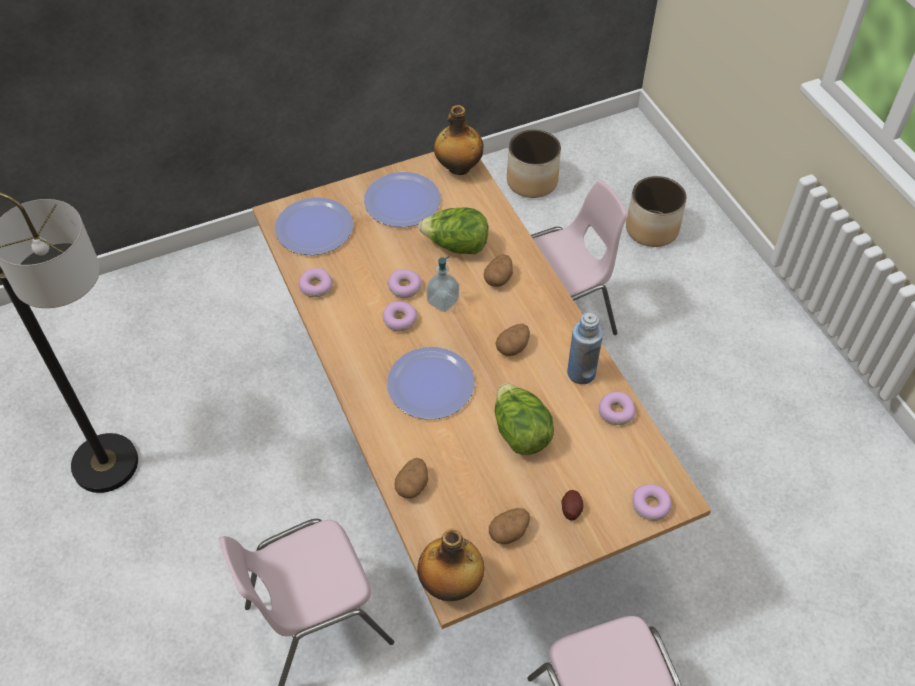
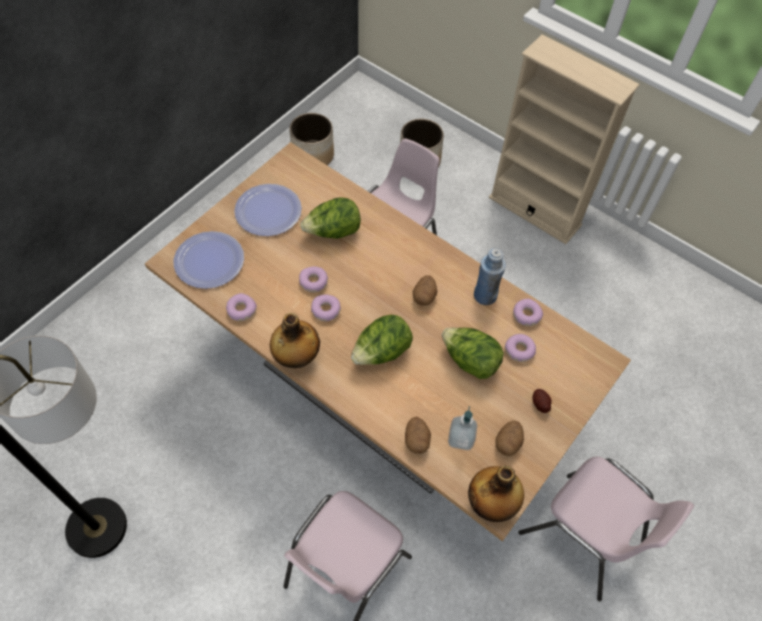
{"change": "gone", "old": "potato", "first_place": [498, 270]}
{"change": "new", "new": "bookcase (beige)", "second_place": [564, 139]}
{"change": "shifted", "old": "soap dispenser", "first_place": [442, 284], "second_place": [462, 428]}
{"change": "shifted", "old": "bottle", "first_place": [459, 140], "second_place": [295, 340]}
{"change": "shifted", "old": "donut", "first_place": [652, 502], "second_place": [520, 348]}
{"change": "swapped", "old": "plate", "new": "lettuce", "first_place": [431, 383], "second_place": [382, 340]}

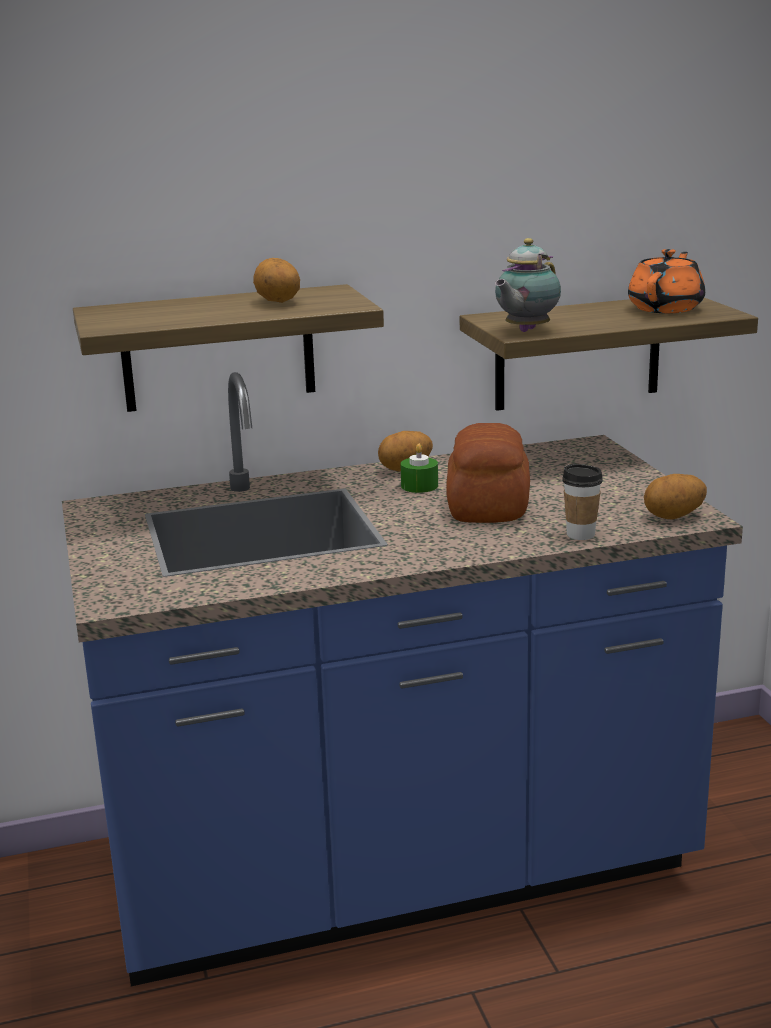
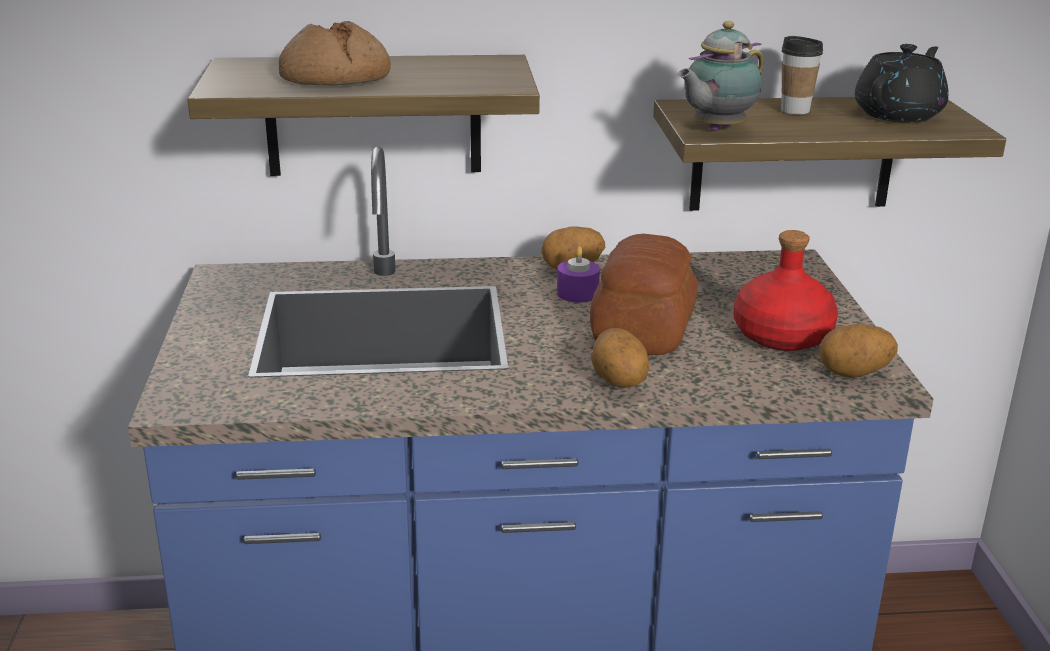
{"change": "new", "new": "bread", "second_place": [335, 53]}
{"change": "new", "new": "bottle (red)", "second_place": [786, 290]}
{"change": "shifted", "old": "potato", "first_place": [276, 280], "second_place": [620, 358]}
{"change": "shifted", "old": "cup", "first_place": [582, 502], "second_place": [802, 75]}
{"change": "repainted", "old": "candle (green)", "new": "candle (purple)", "first_place": [419, 468], "second_place": [578, 274]}
{"change": "repainted", "old": "teapot (orange)", "new": "teapot (black)", "first_place": [666, 281], "second_place": [902, 83]}

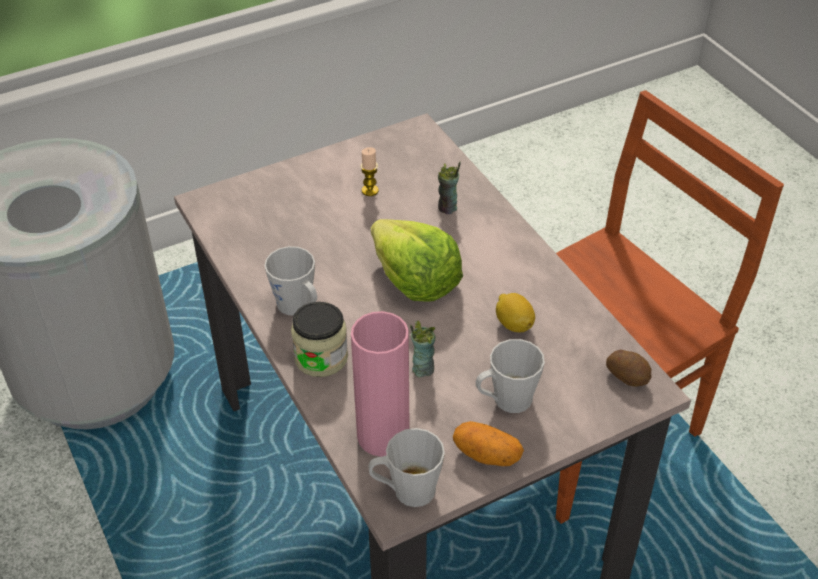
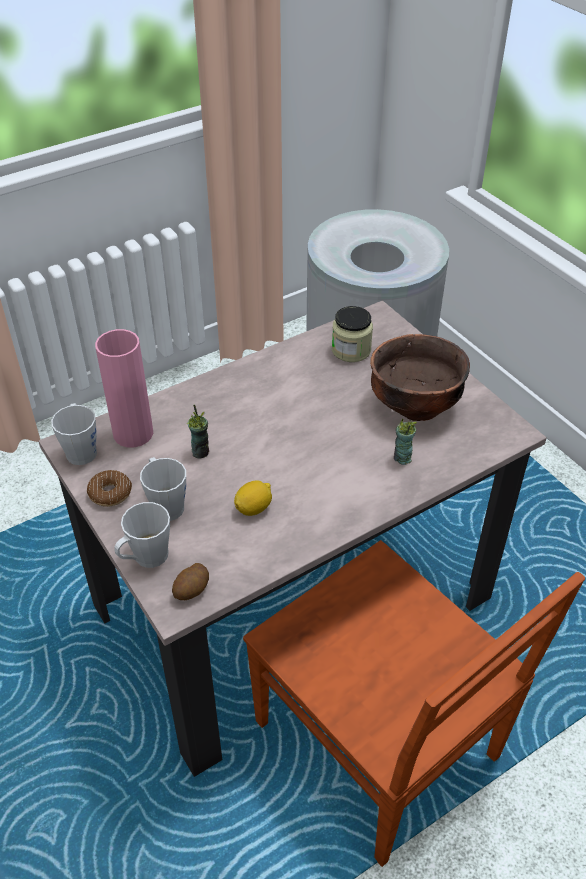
{"change": "gone", "old": "lettuce", "first_place": [417, 260]}
{"change": "shifted", "old": "mug (grey)", "first_place": [290, 280], "second_place": [142, 535]}
{"change": "shifted", "old": "jar", "first_place": [319, 339], "second_place": [352, 334]}
{"change": "swapped", "old": "candle", "new": "bowl (brown)", "first_place": [369, 171], "second_place": [420, 377]}
{"change": "swapped", "old": "potato", "new": "donut", "first_place": [488, 443], "second_place": [109, 488]}

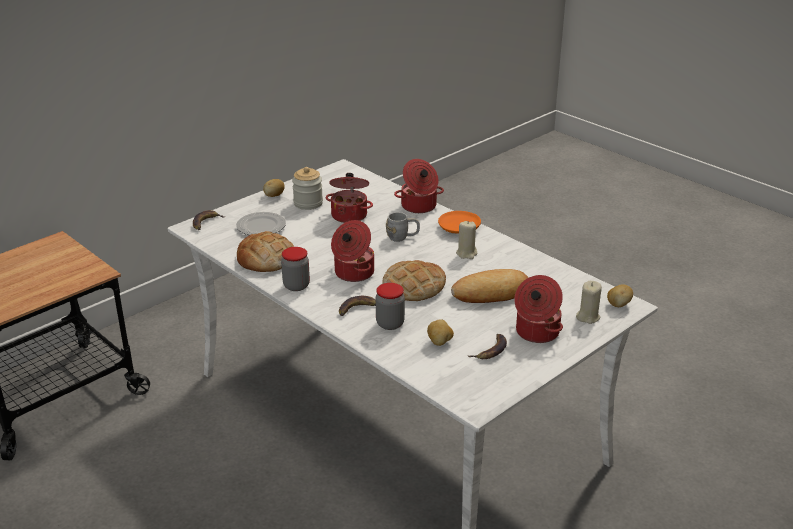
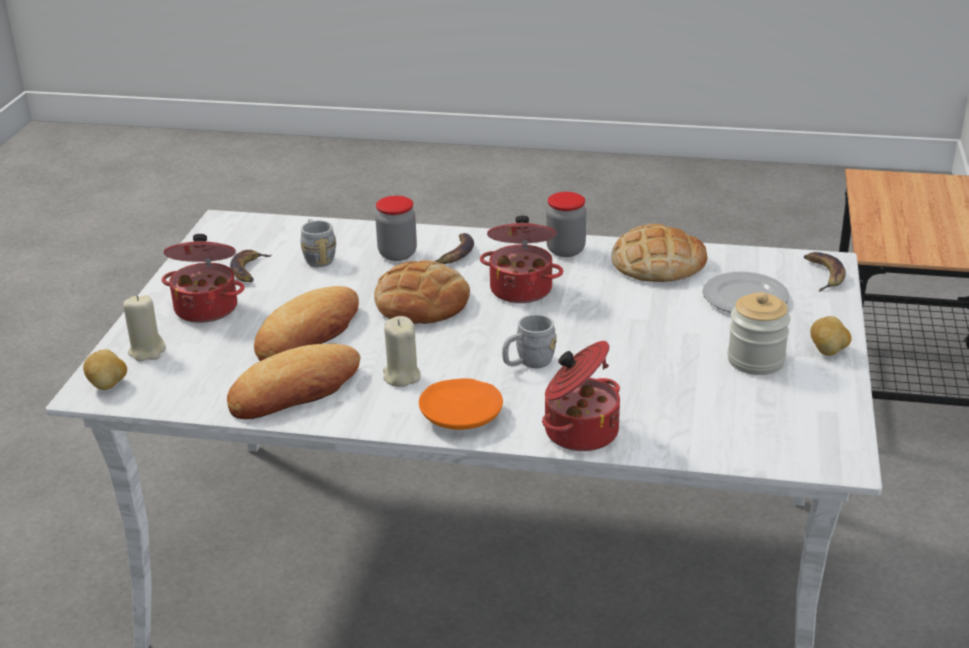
{"change": "gone", "old": "cooking pot", "first_place": [349, 198]}
{"change": "new", "new": "bread", "second_place": [294, 381]}
{"change": "swapped", "old": "potato", "new": "mug (grey)", "first_place": [440, 332], "second_place": [318, 243]}

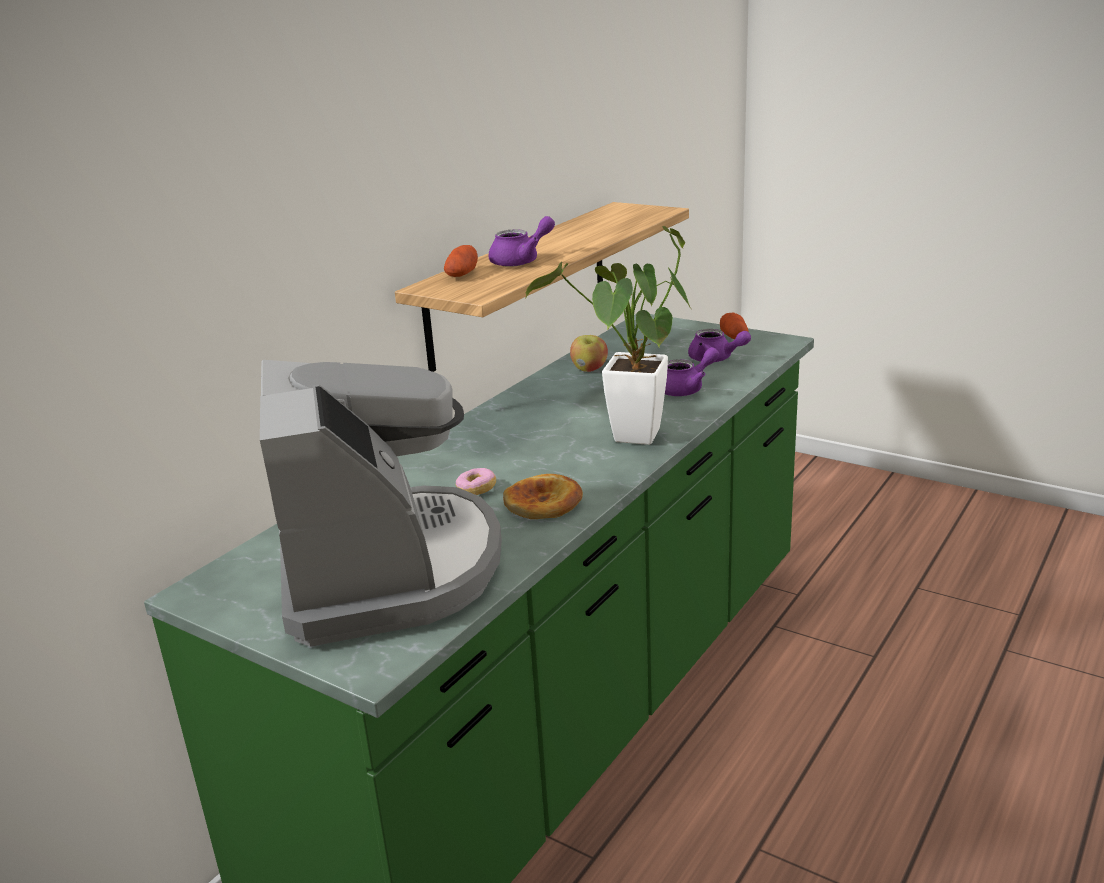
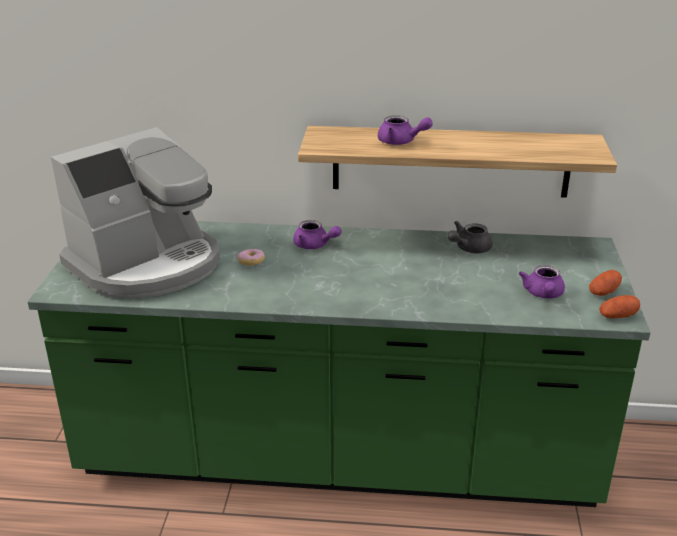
{"change": "gone", "old": "bread", "first_place": [543, 496]}
{"change": "gone", "old": "potted plant", "first_place": [608, 335]}
{"change": "shifted", "old": "potato", "first_place": [461, 261], "second_place": [619, 306]}
{"change": "shifted", "old": "teapot (purple)", "first_place": [692, 371], "second_place": [317, 234]}
{"change": "swapped", "old": "apple", "new": "teapot (grey)", "first_place": [589, 353], "second_place": [469, 237]}

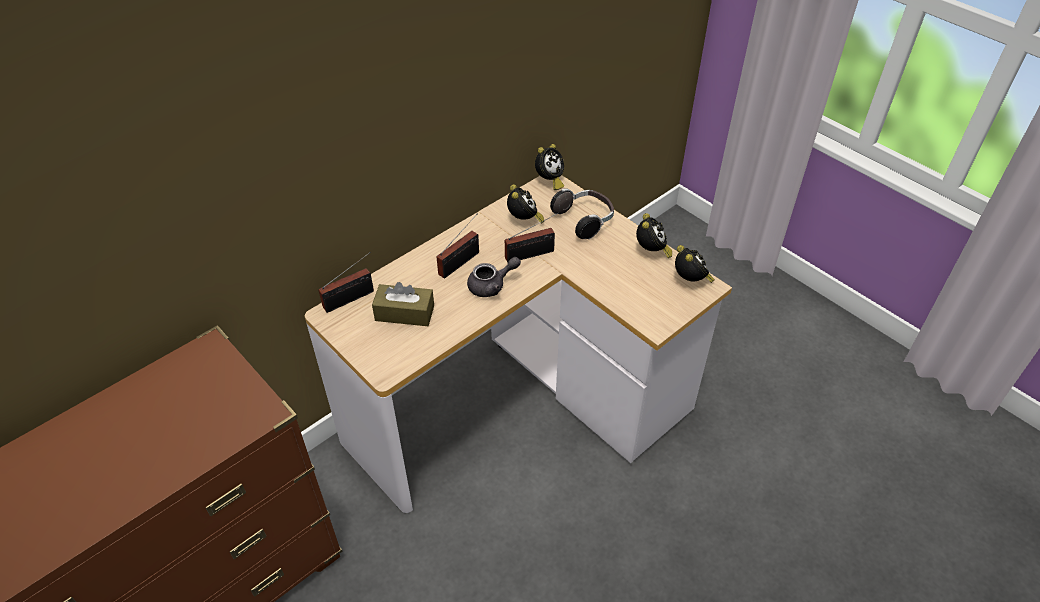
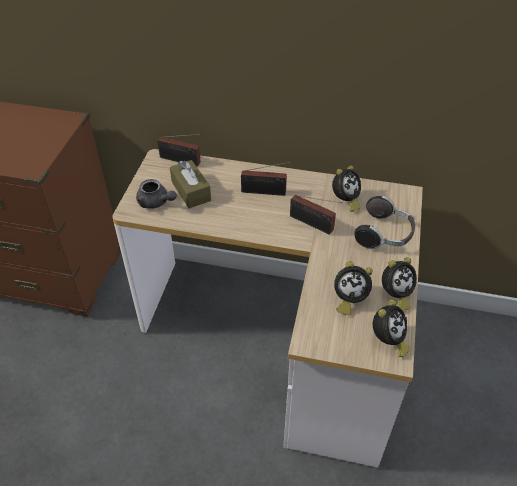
{"change": "shifted", "old": "teapot (grey)", "first_place": [494, 277], "second_place": [156, 194]}
{"change": "shifted", "old": "alarm clock", "first_place": [549, 167], "second_place": [353, 288]}

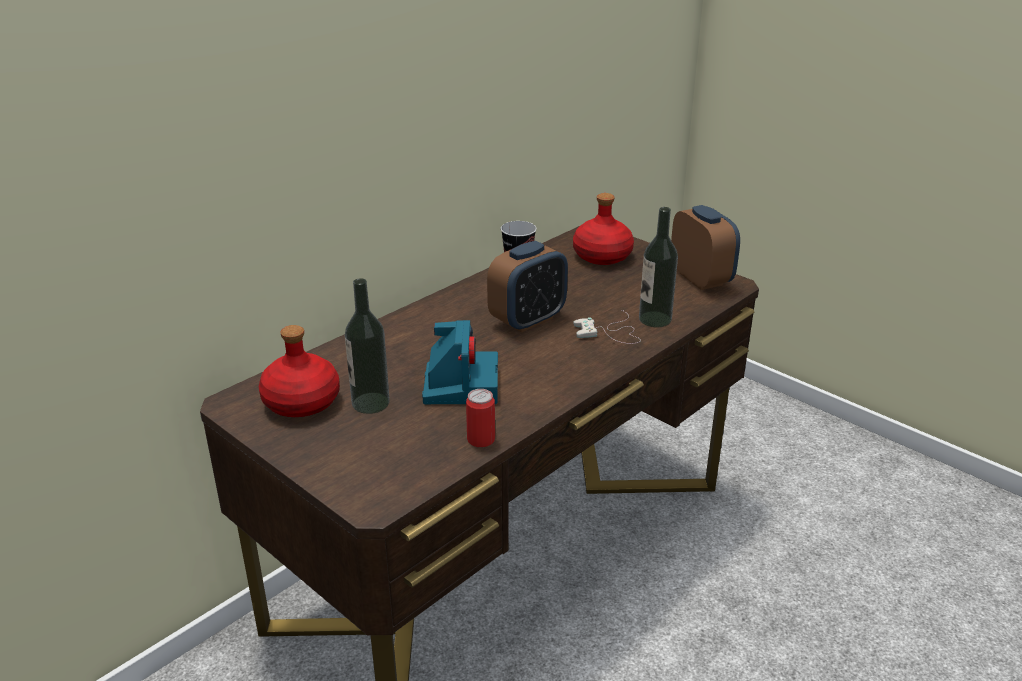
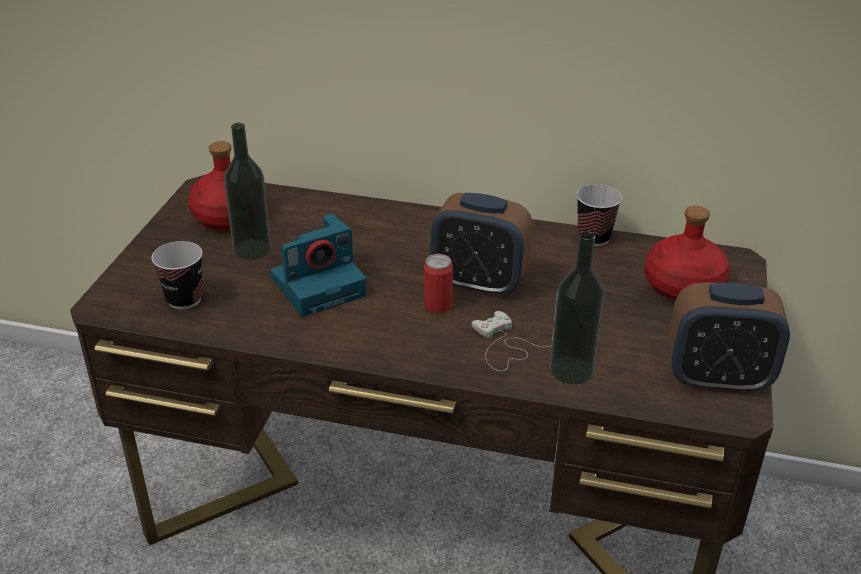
{"change": "new", "new": "cup", "second_place": [177, 275]}
{"change": "shifted", "old": "can", "first_place": [480, 418], "second_place": [438, 284]}
{"change": "rotated", "old": "alarm clock", "first_place": [705, 247], "second_place": [729, 338], "degrees": 60}

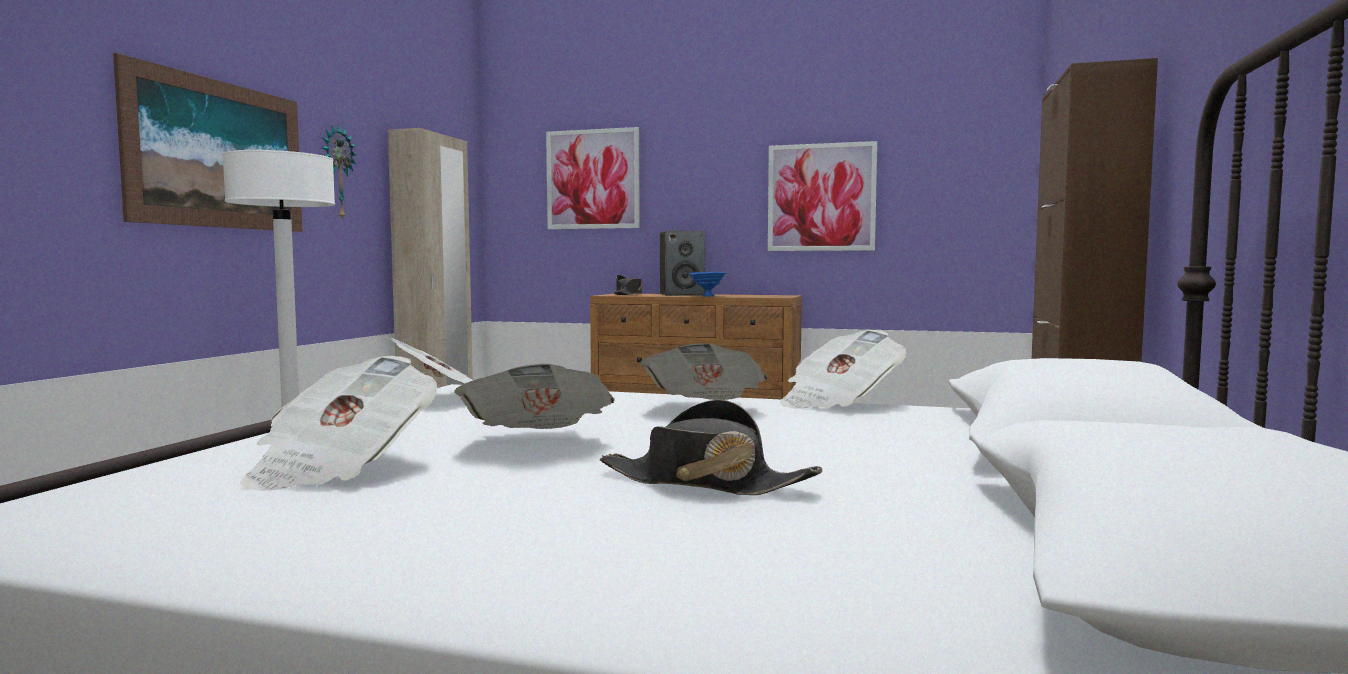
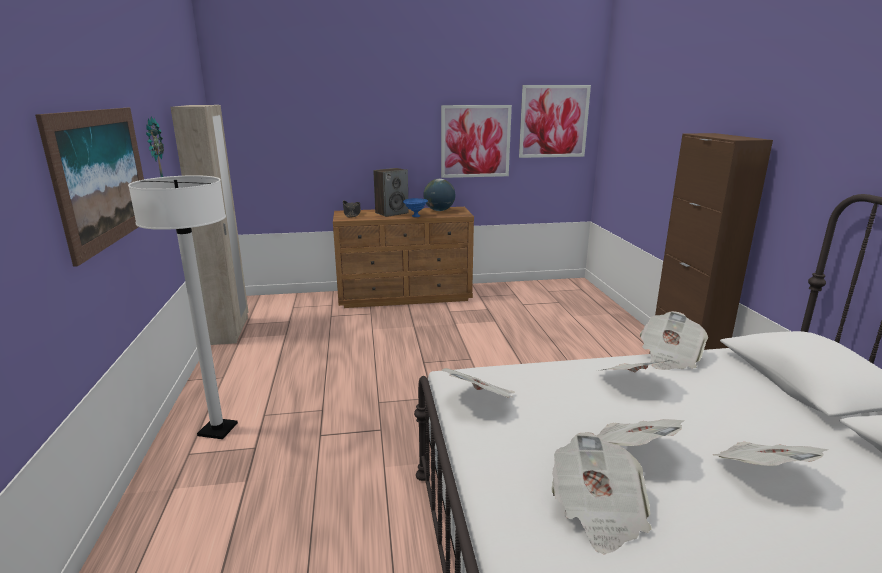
{"change": "new", "new": "globe", "second_place": [439, 195]}
{"change": "shifted", "old": "picture", "first_place": [593, 178], "second_place": [555, 121]}
{"change": "swapped", "old": "hat (black)", "new": "newspaper", "first_place": [711, 447], "second_place": [771, 454]}

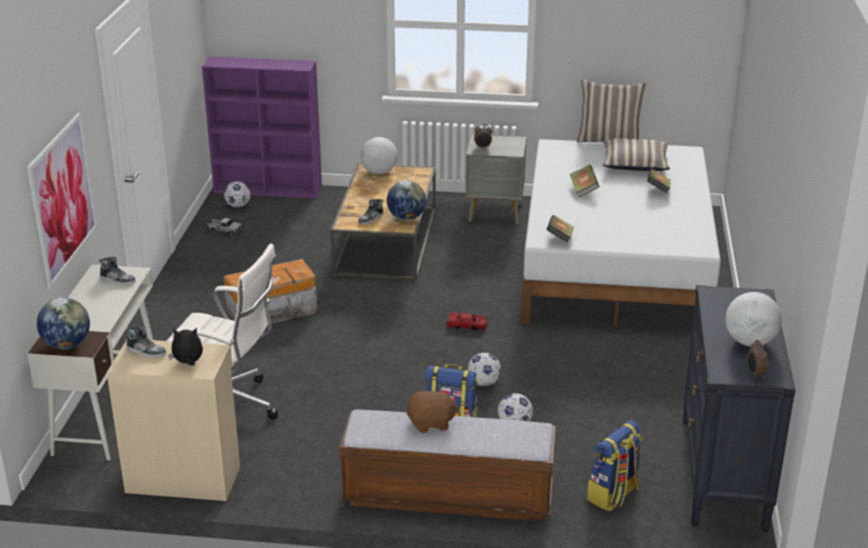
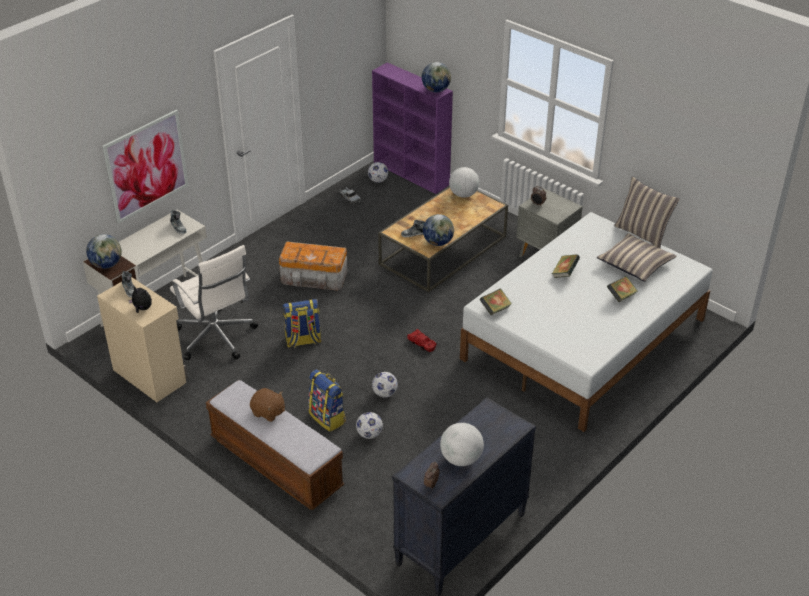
{"change": "new", "new": "globe", "second_place": [436, 77]}
{"change": "shifted", "old": "backpack", "first_place": [614, 466], "second_place": [302, 323]}

